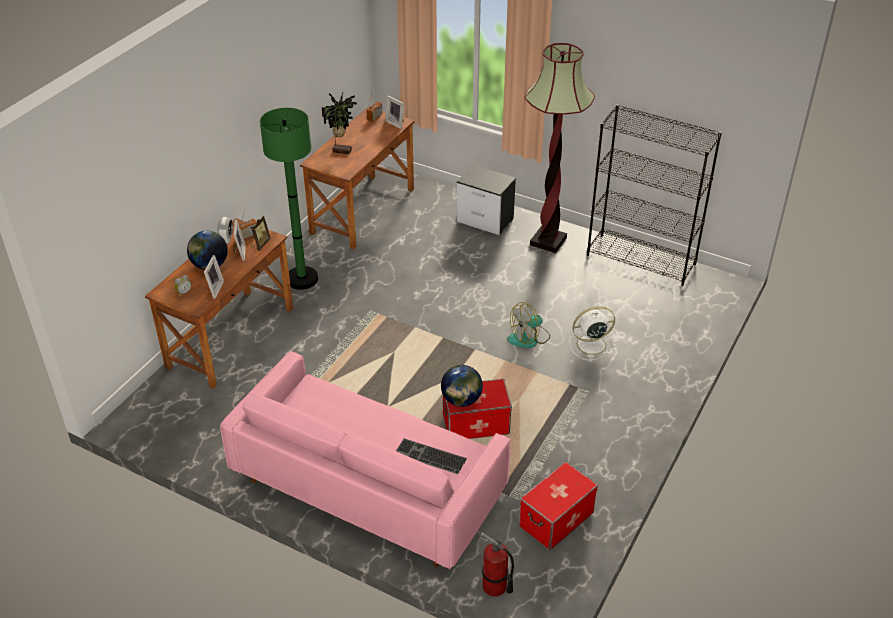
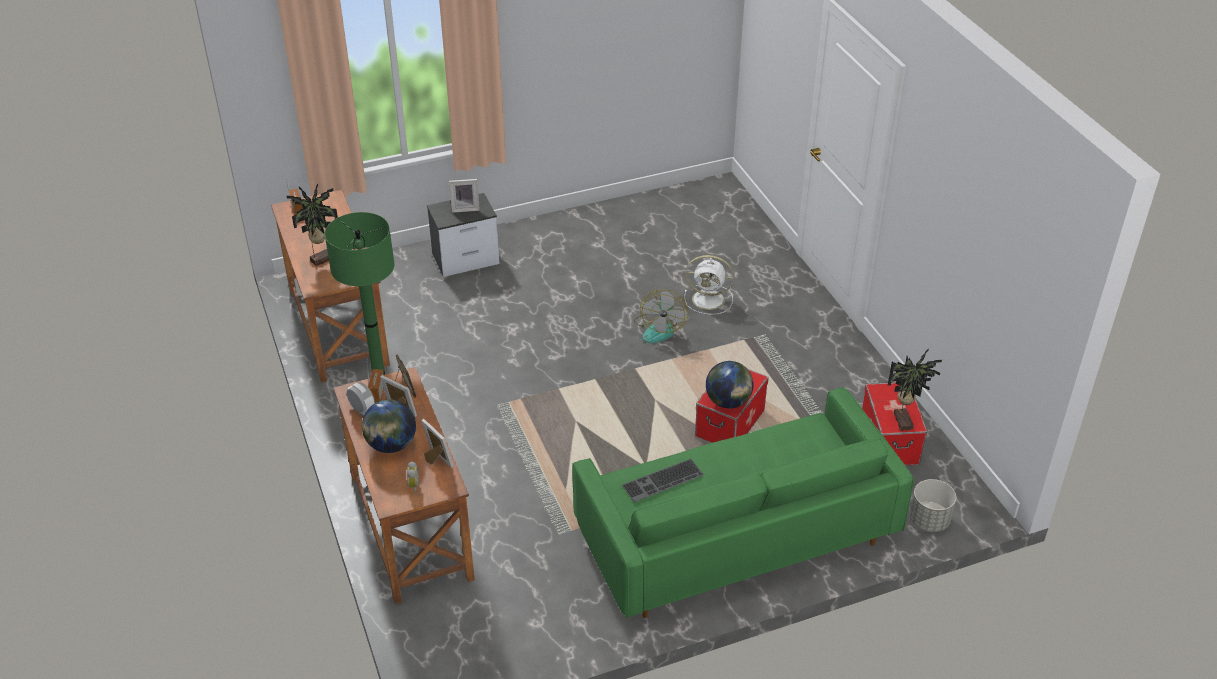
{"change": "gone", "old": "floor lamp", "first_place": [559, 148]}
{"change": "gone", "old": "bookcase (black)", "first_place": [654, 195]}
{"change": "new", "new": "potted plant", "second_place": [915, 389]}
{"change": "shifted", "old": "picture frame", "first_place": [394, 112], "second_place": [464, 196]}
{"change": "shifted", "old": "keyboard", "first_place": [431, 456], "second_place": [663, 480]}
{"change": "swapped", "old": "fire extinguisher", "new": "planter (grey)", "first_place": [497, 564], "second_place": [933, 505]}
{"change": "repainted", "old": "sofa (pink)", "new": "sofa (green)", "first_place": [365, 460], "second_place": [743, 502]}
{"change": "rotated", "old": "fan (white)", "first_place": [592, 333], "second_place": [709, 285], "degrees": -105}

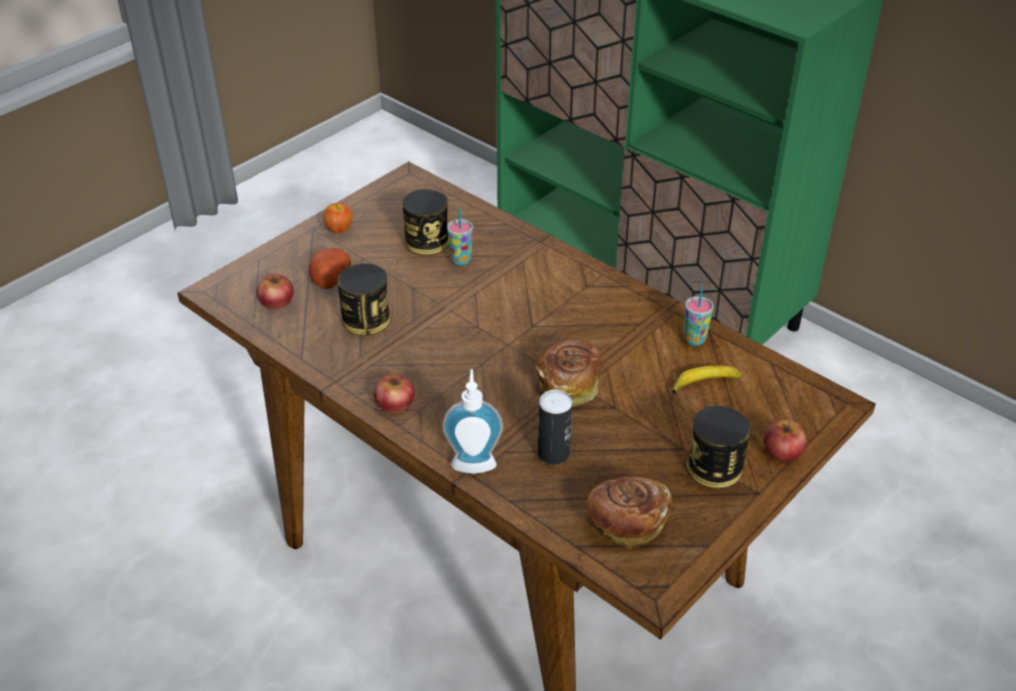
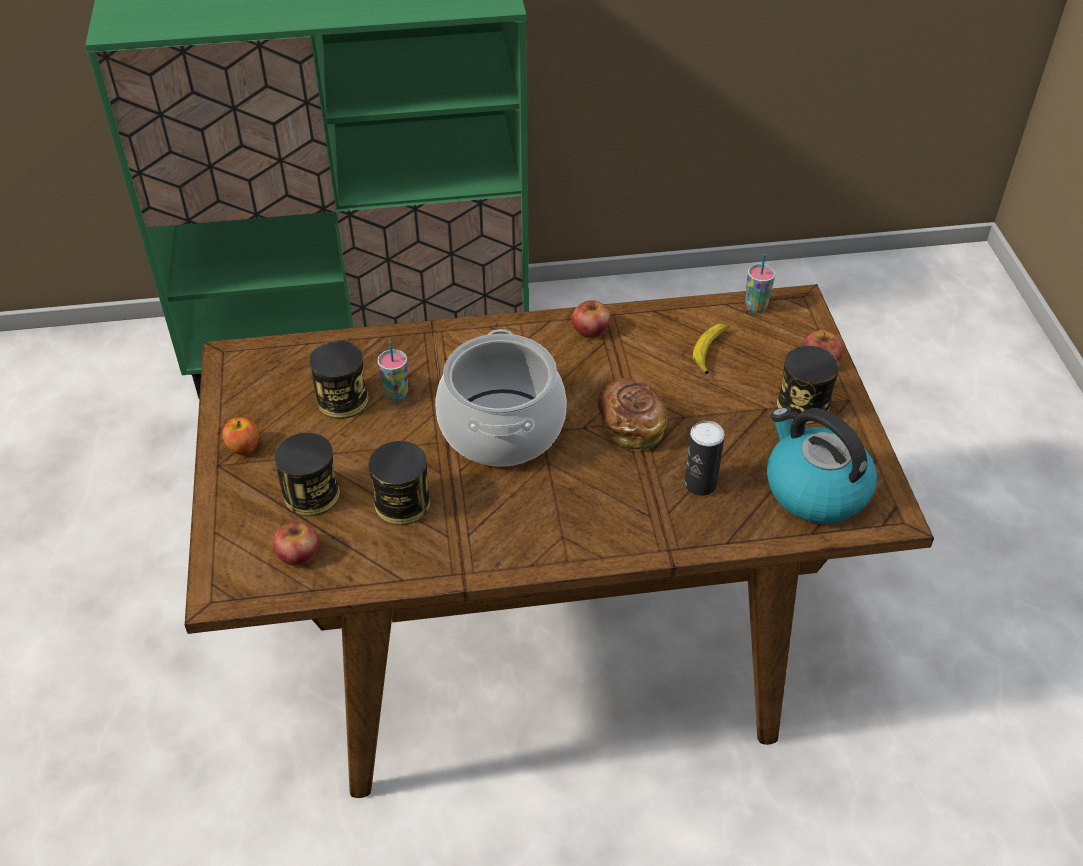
{"change": "gone", "old": "soap dispenser", "first_place": [472, 421]}
{"change": "new", "new": "cooking pot", "second_place": [501, 398]}
{"change": "shifted", "old": "apple", "first_place": [394, 393], "second_place": [591, 319]}
{"change": "shifted", "old": "cup", "first_place": [699, 316], "second_place": [760, 283]}
{"change": "swapped", "old": "potato", "new": "can", "first_place": [330, 268], "second_place": [307, 474]}
{"change": "swapped", "old": "bread", "new": "kettle", "first_place": [629, 512], "second_place": [822, 465]}

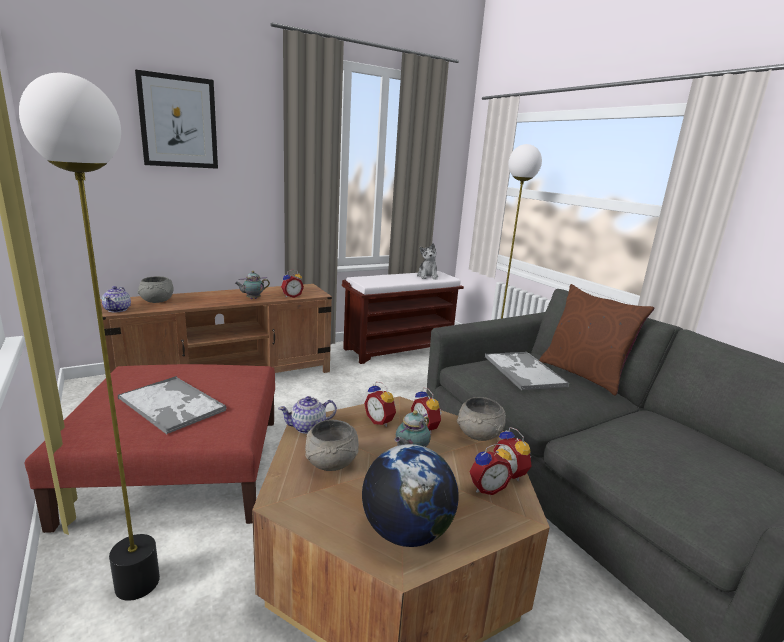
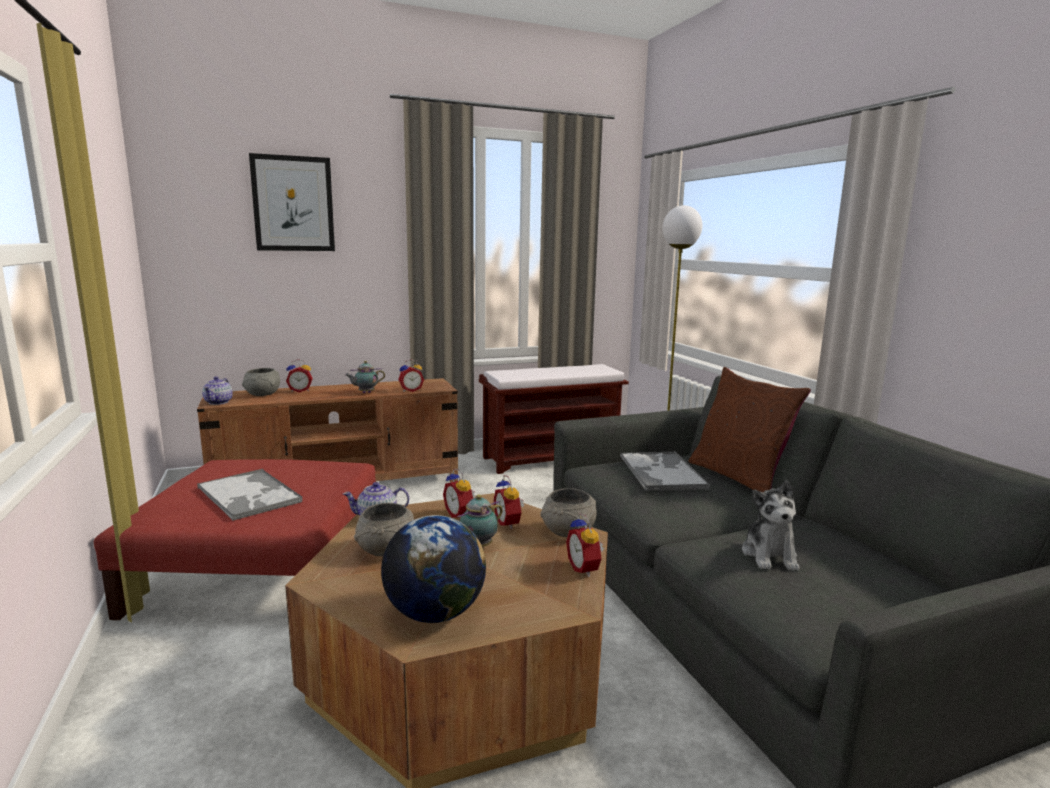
{"change": "gone", "old": "floor lamp", "first_place": [89, 337]}
{"change": "shifted", "old": "plush toy", "first_place": [427, 261], "second_place": [771, 525]}
{"change": "shifted", "old": "alarm clock", "first_place": [491, 469], "second_place": [299, 376]}

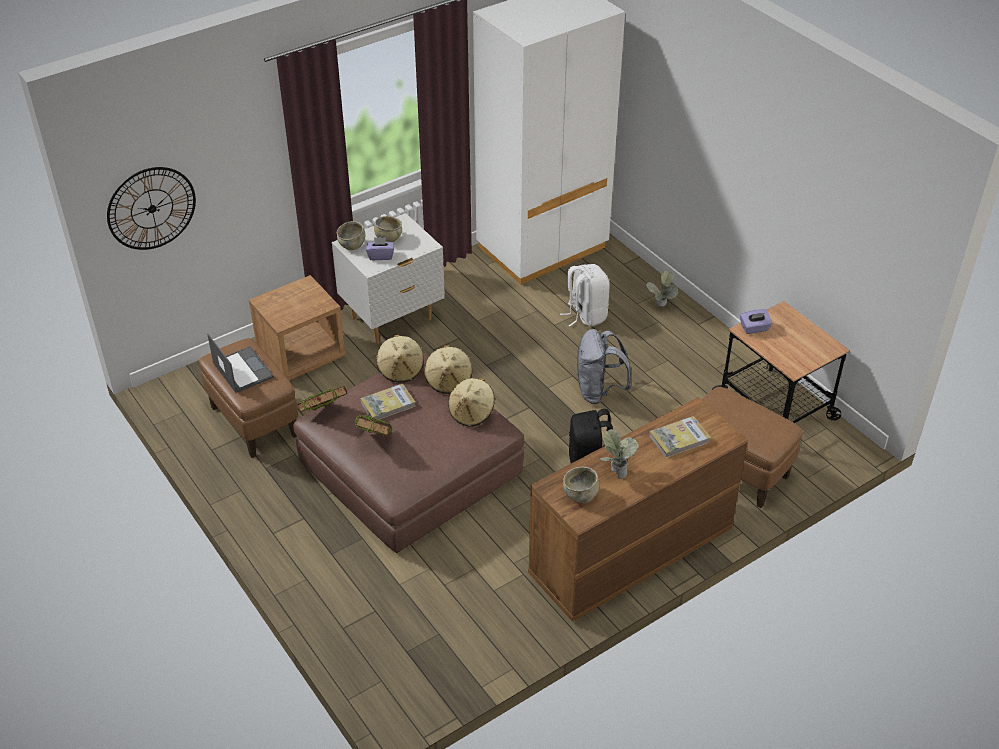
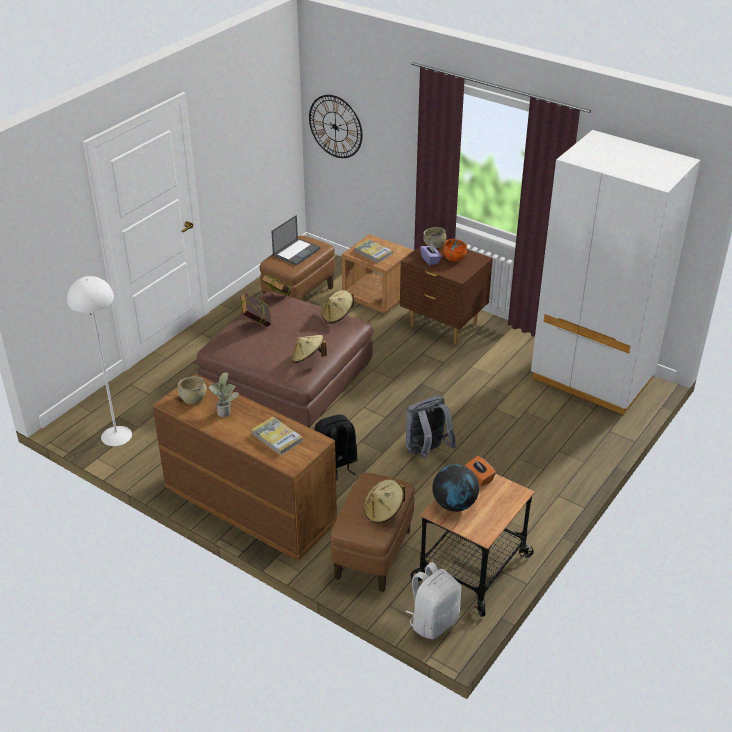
{"change": "gone", "old": "potted plant", "first_place": [662, 288]}
{"change": "new", "new": "floor lamp (white)", "second_place": [99, 361]}
{"change": "new", "new": "globe", "second_place": [455, 488]}
{"change": "shifted", "old": "book", "first_place": [388, 401], "second_place": [373, 251]}
{"change": "shifted", "old": "hat (beige)", "first_place": [448, 369], "second_place": [384, 502]}
{"change": "shifted", "old": "backpack (white)", "first_place": [585, 295], "second_place": [433, 600]}
{"change": "repainted", "old": "nightstand (white)", "new": "nightstand (brown)", "first_place": [388, 278], "second_place": [446, 292]}
{"change": "repainted", "old": "bowl (beige)", "new": "bowl (orange)", "first_place": [388, 229], "second_place": [455, 250]}
{"change": "repainted", "old": "tissue box (purple)", "new": "tissue box (orange)", "first_place": [756, 321], "second_place": [480, 471]}

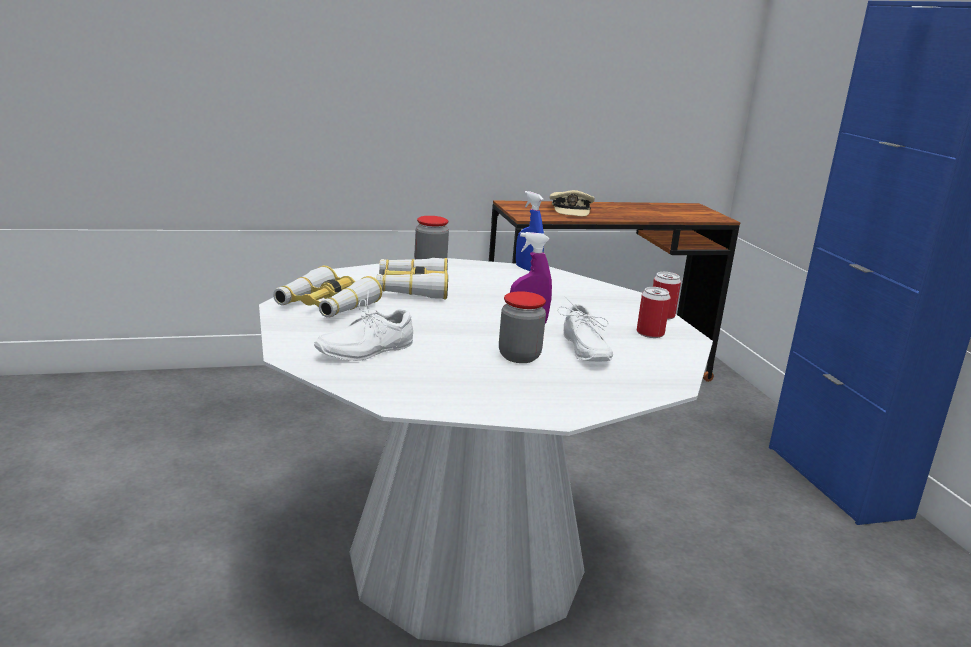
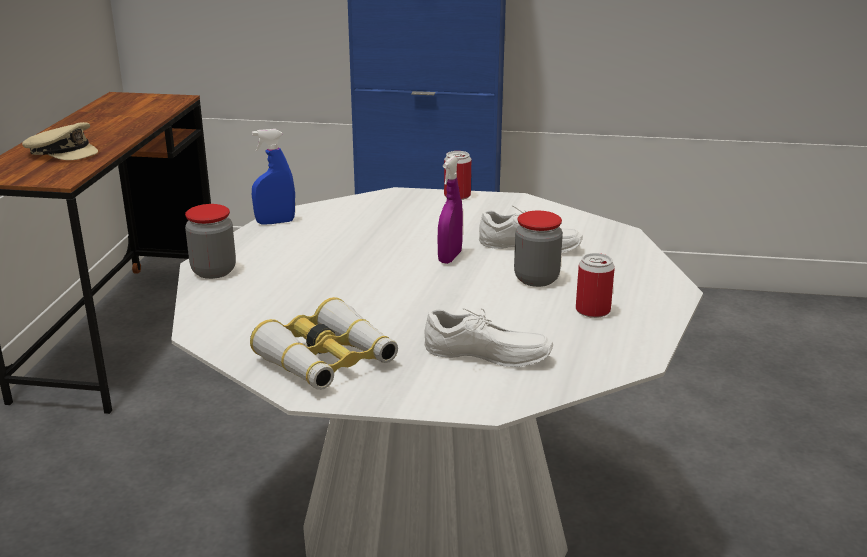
{"change": "gone", "old": "binoculars", "first_place": [412, 278]}
{"change": "shifted", "old": "can", "first_place": [654, 312], "second_place": [595, 285]}
{"change": "rotated", "old": "shoe (white)", "first_place": [363, 325], "second_place": [488, 337], "degrees": -60}

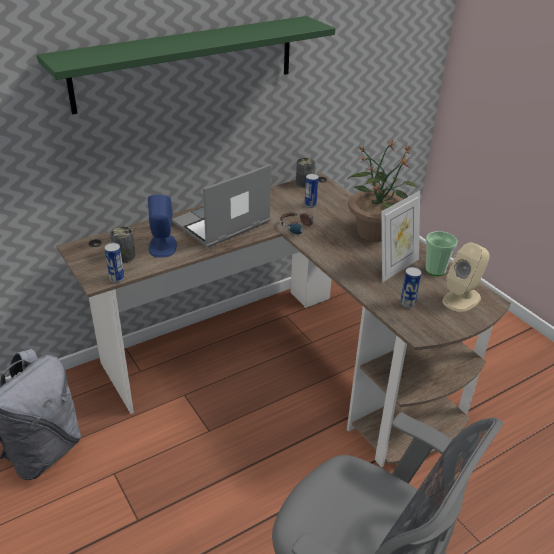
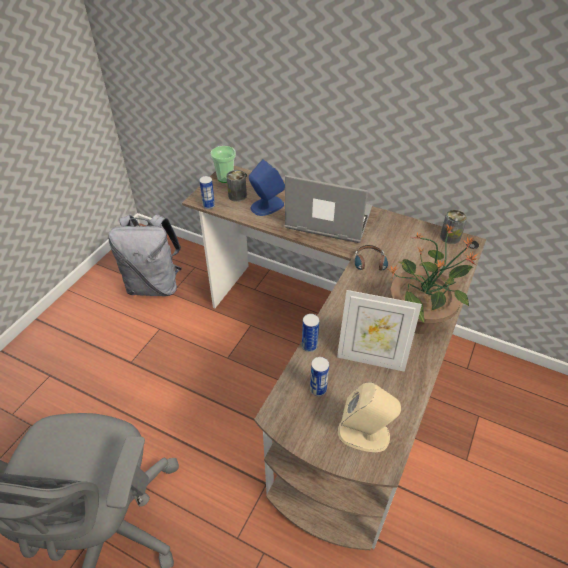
{"change": "gone", "old": "shelf (green)", "first_place": [186, 65]}
{"change": "shifted", "old": "can", "first_place": [312, 191], "second_place": [310, 333]}
{"change": "shifted", "old": "cup", "first_place": [441, 253], "second_place": [223, 164]}

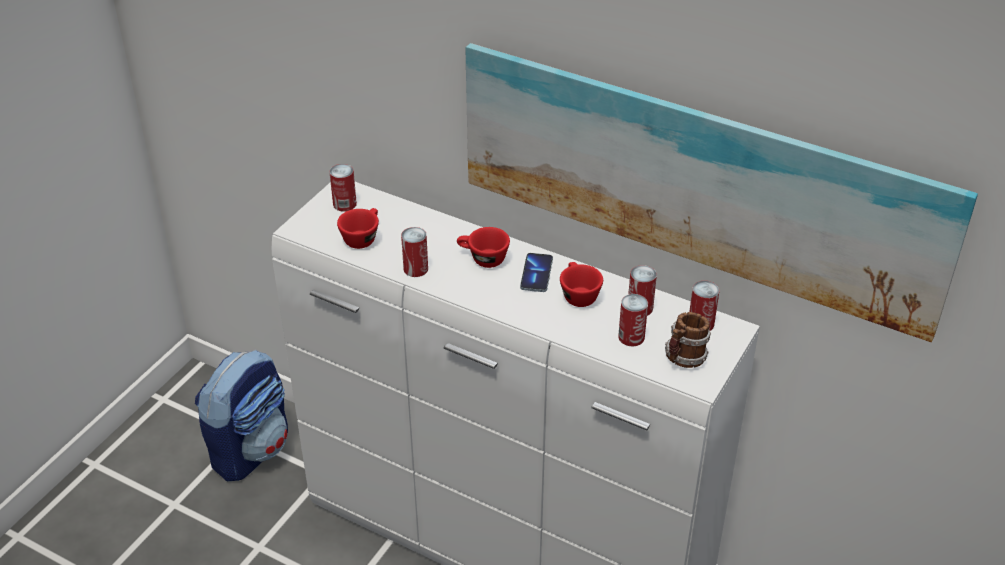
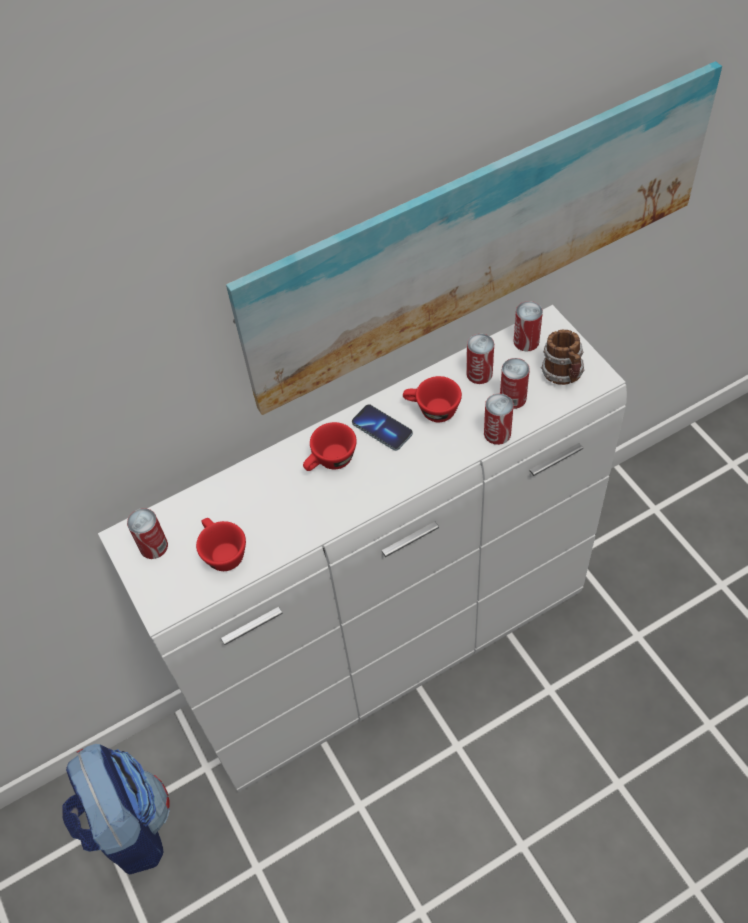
{"change": "shifted", "old": "can", "first_place": [414, 252], "second_place": [499, 419]}

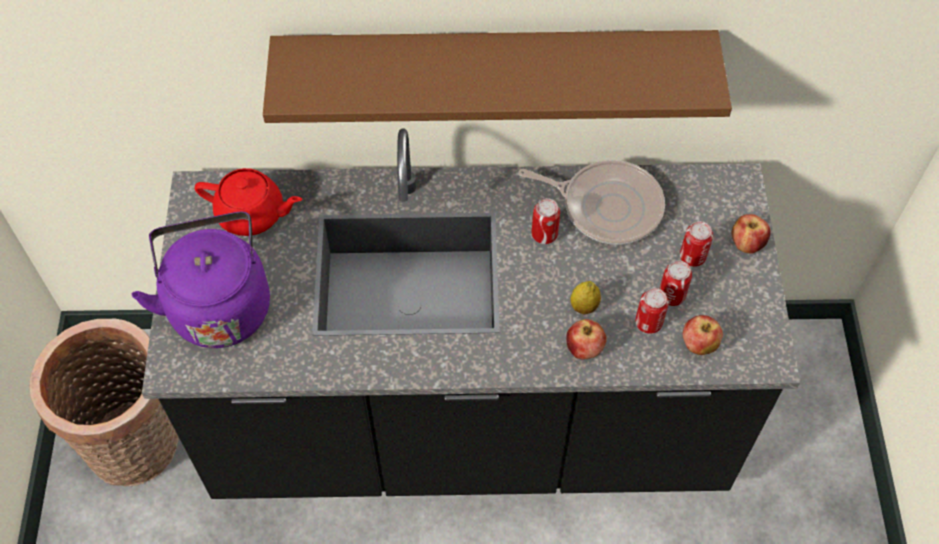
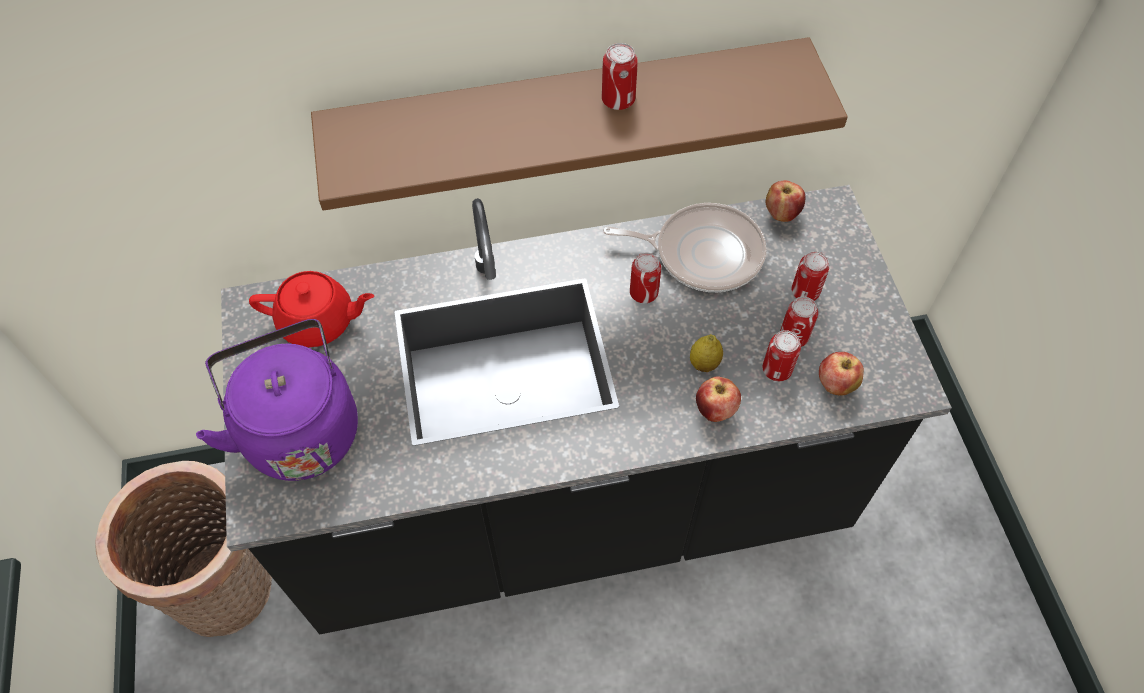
{"change": "new", "new": "can", "second_place": [620, 76]}
{"change": "shifted", "old": "apple", "first_place": [751, 234], "second_place": [786, 201]}

